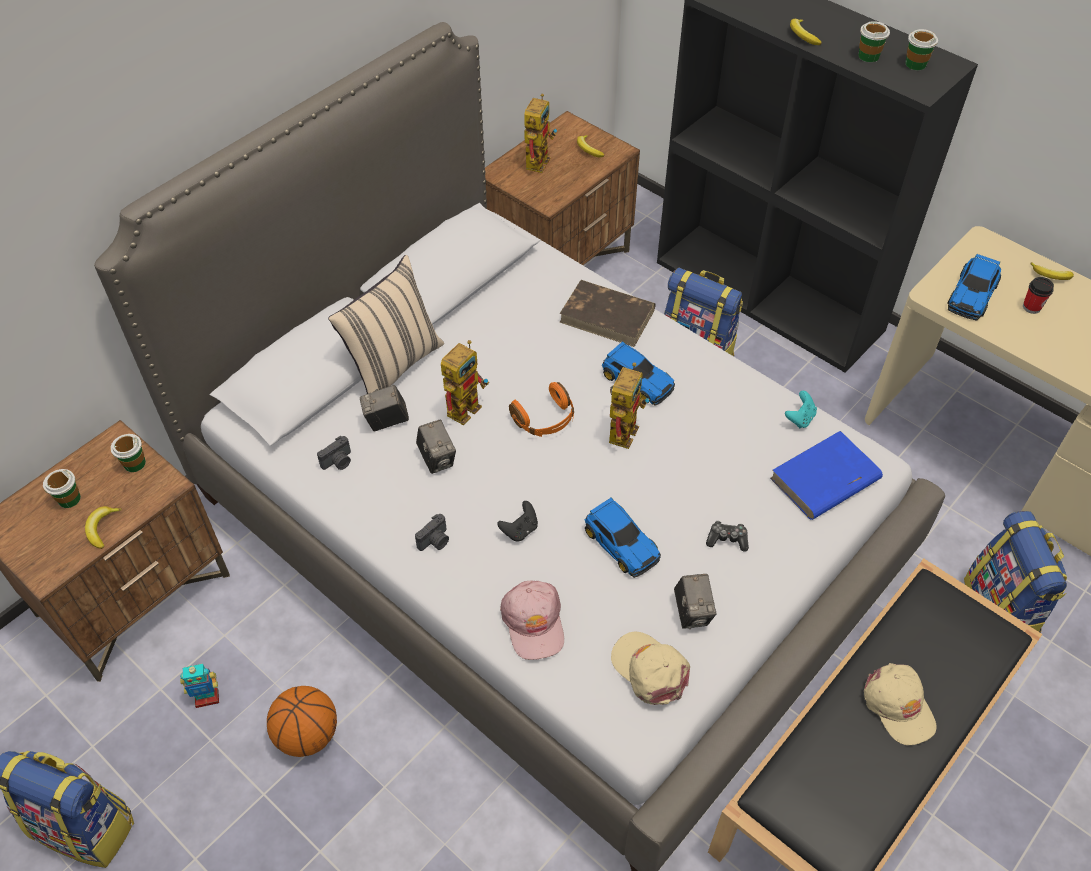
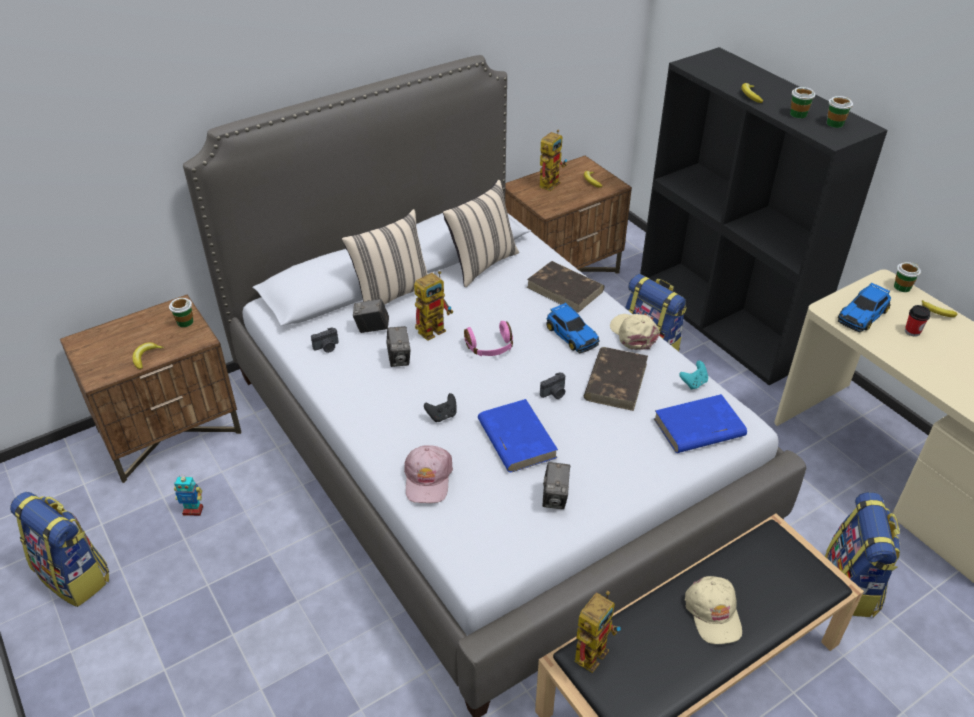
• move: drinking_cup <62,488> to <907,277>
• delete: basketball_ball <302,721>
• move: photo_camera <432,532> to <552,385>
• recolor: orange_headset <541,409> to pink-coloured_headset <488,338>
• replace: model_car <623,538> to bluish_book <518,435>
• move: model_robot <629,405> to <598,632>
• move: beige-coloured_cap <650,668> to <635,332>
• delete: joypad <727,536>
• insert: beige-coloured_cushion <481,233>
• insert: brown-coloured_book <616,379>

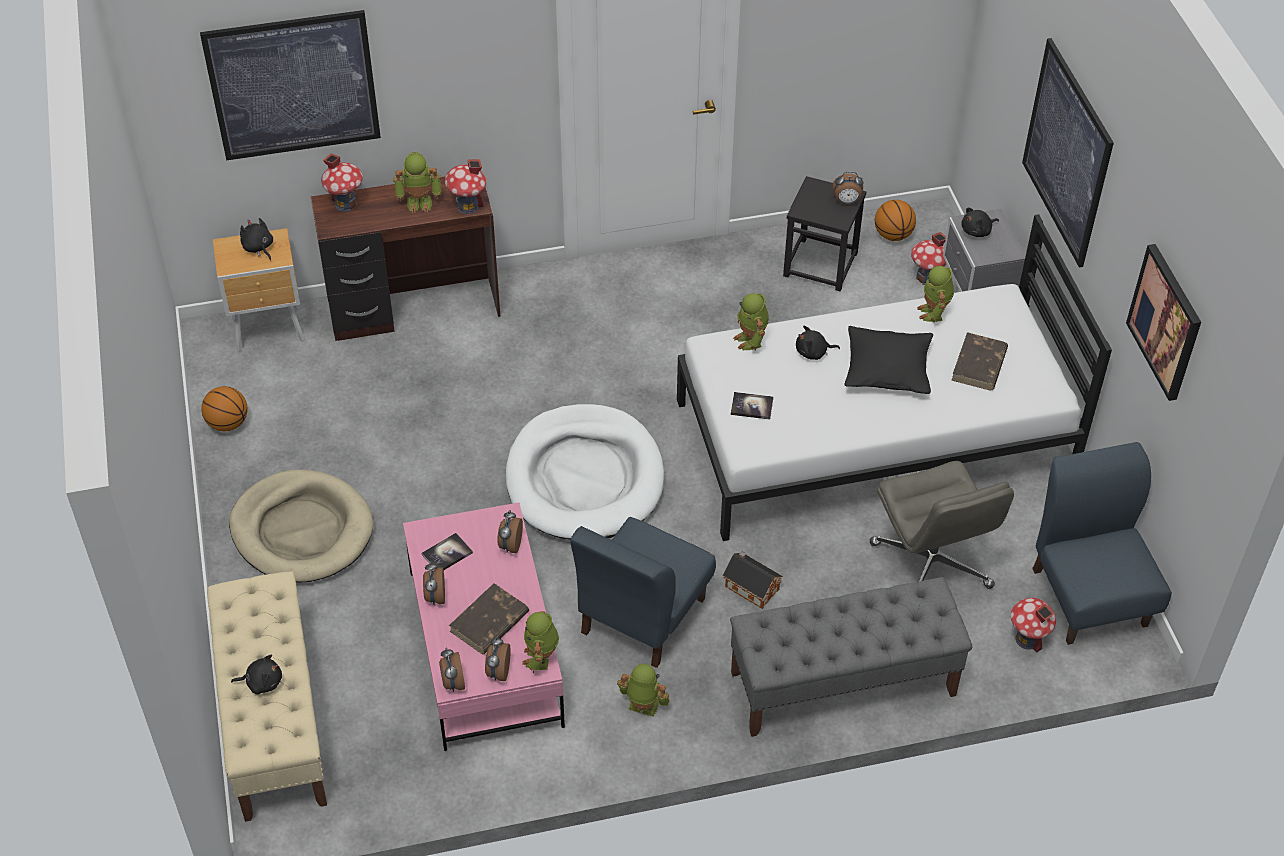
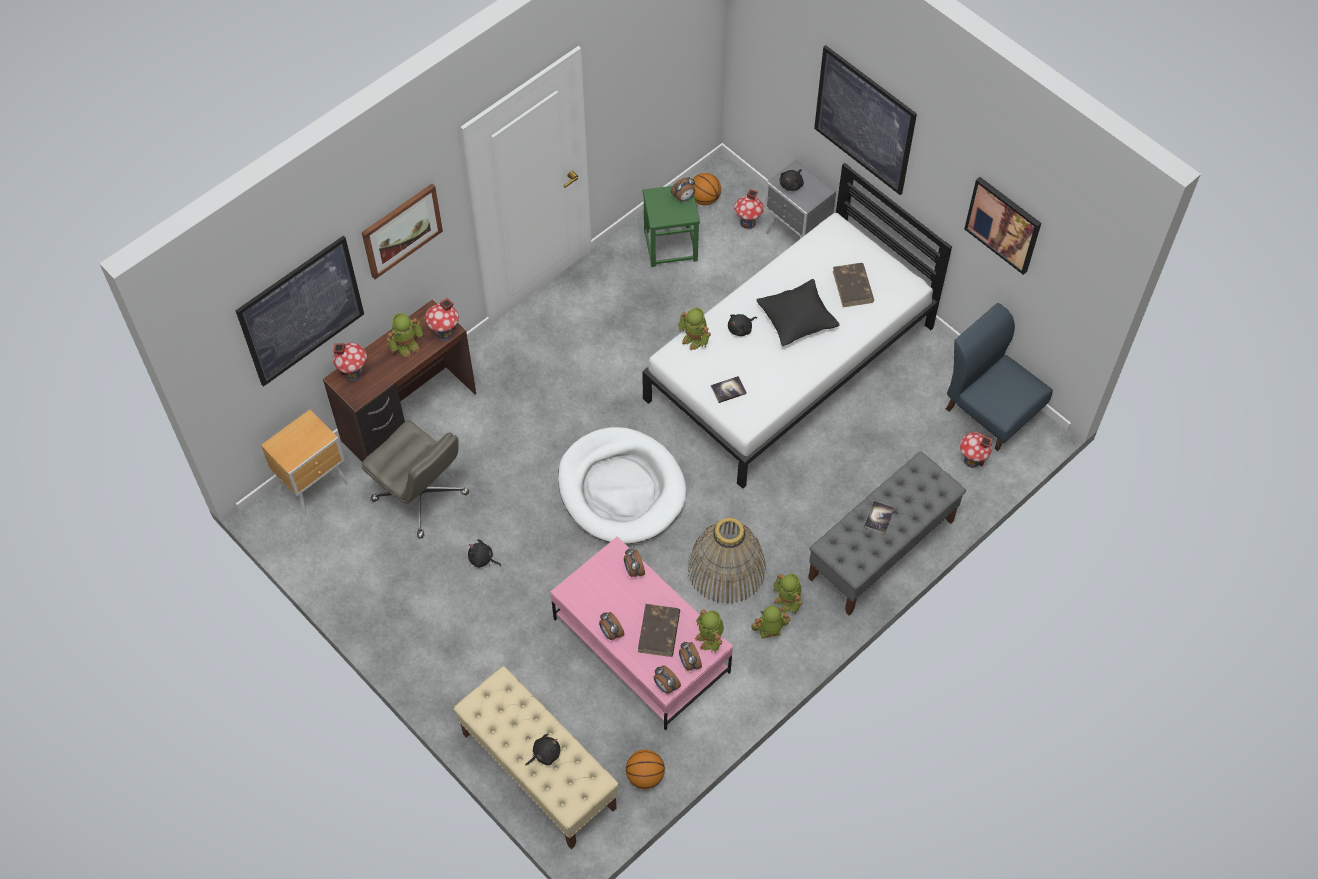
• move: basketball_ball <224,408> to <645,769>
• delete: beige-coloured_dog_bed <301,526>
• move: black-coloured_cuddly_toy <256,239> to <484,553>
• move: book <447,551> to <879,517>
• replace: bluish_upright_chair <643,592> to household_basket <727,561>
• delete: miniature_house <753,580>
• recolor: black-coloured_stool <824,233> to green_stool <671,226>
• move: greyish_desk_chair <942,525> to <415,479>
• move: model_robot <935,294> to <788,593>
• insert: wall_picture <402,231>

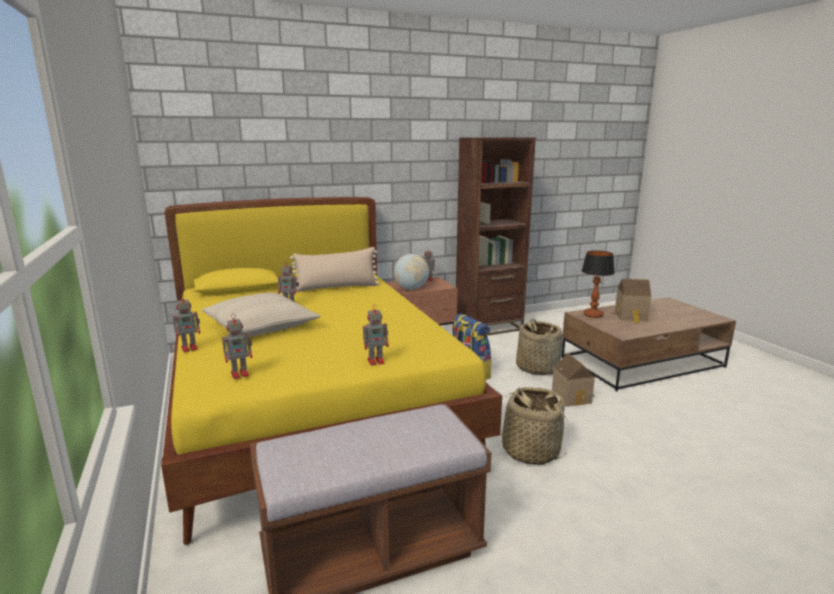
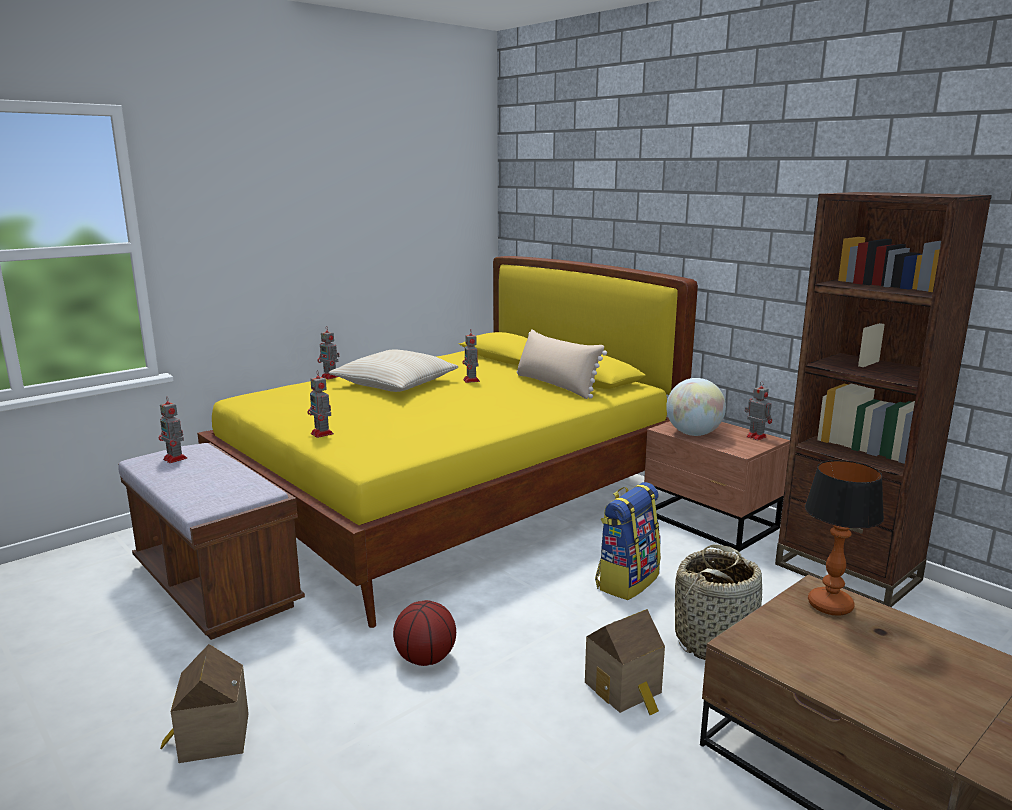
• move: model_robot <237,346> to <173,429>
• replace: household_basket <534,426> to basketball_ball <424,633>
• move: miniature_house <633,301> to <204,703>

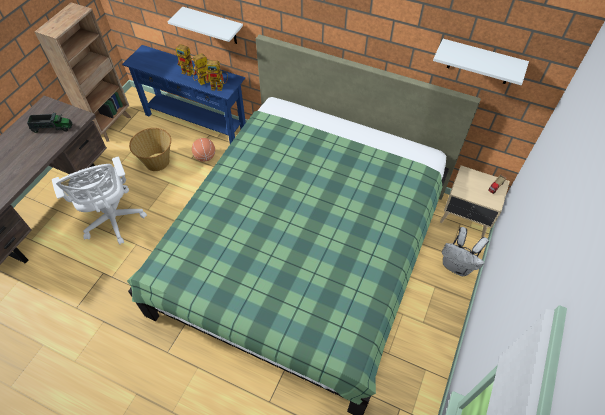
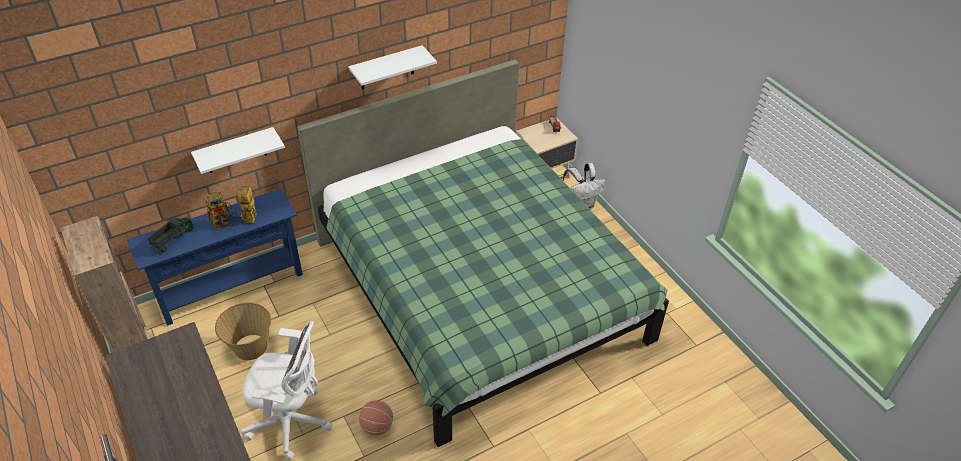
• move: toy_lorry <49,123> to <171,235>
• move: basketball_ball <203,150> to <376,417>
• delete: model_robot <217,75>
• move: white_bracket_shelf <481,62> to <392,67>

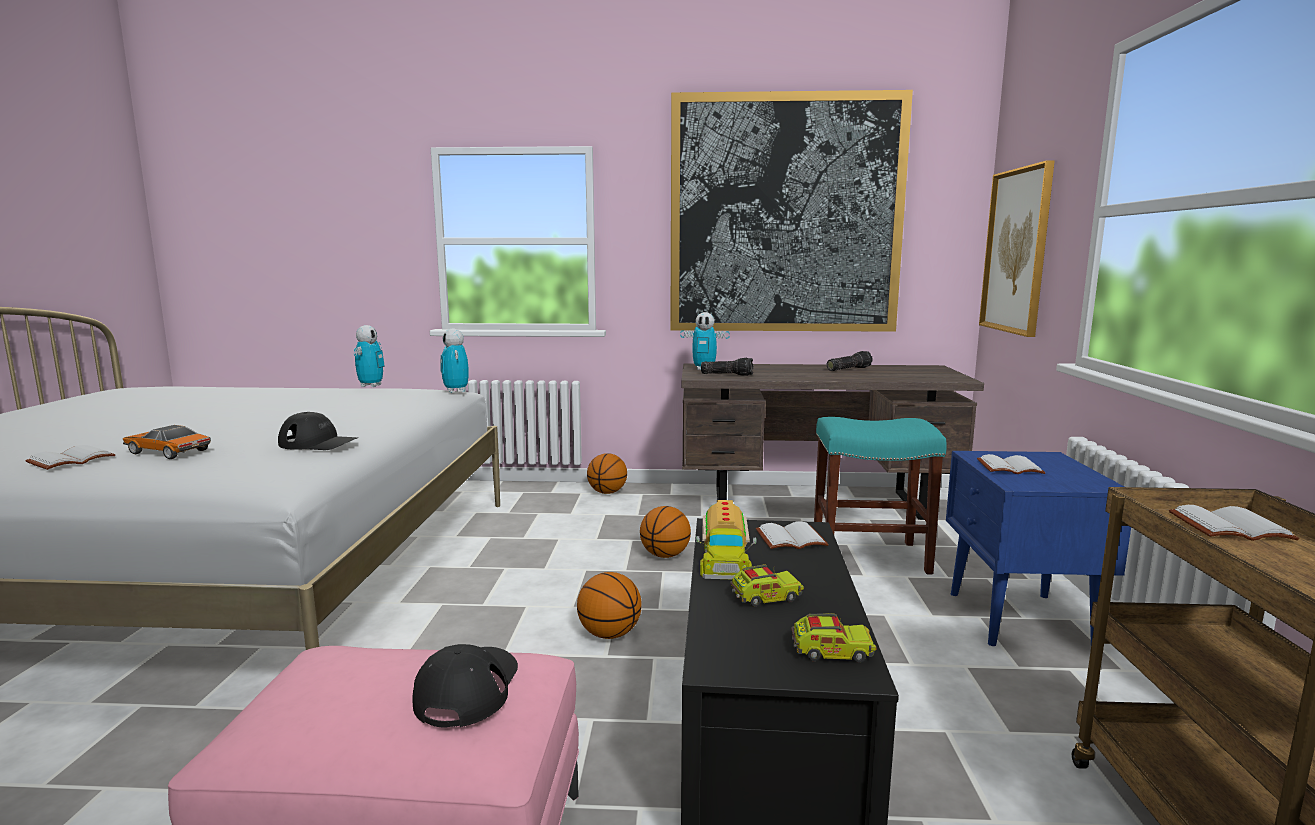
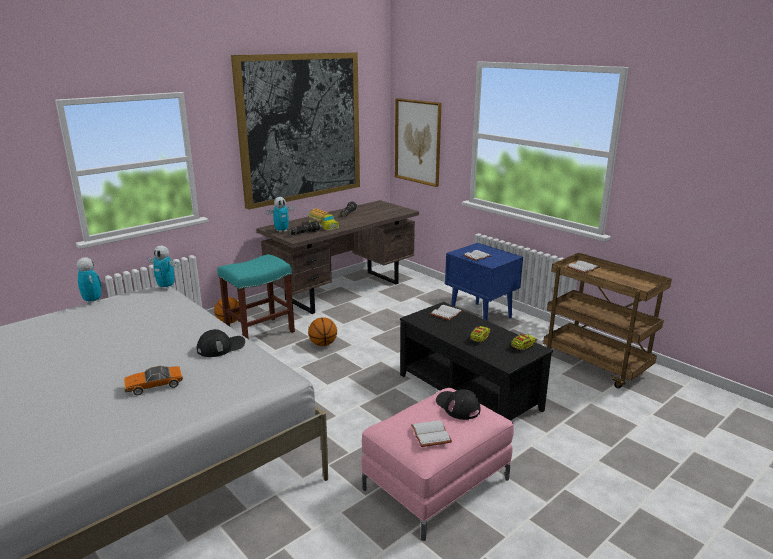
• move: white_book <70,457> to <431,433>
• delete: basketball_ball <609,605>
• move: toy_lorry <726,539> to <323,219>
• move: turquoise-coloured_stool <880,495> to <256,296>

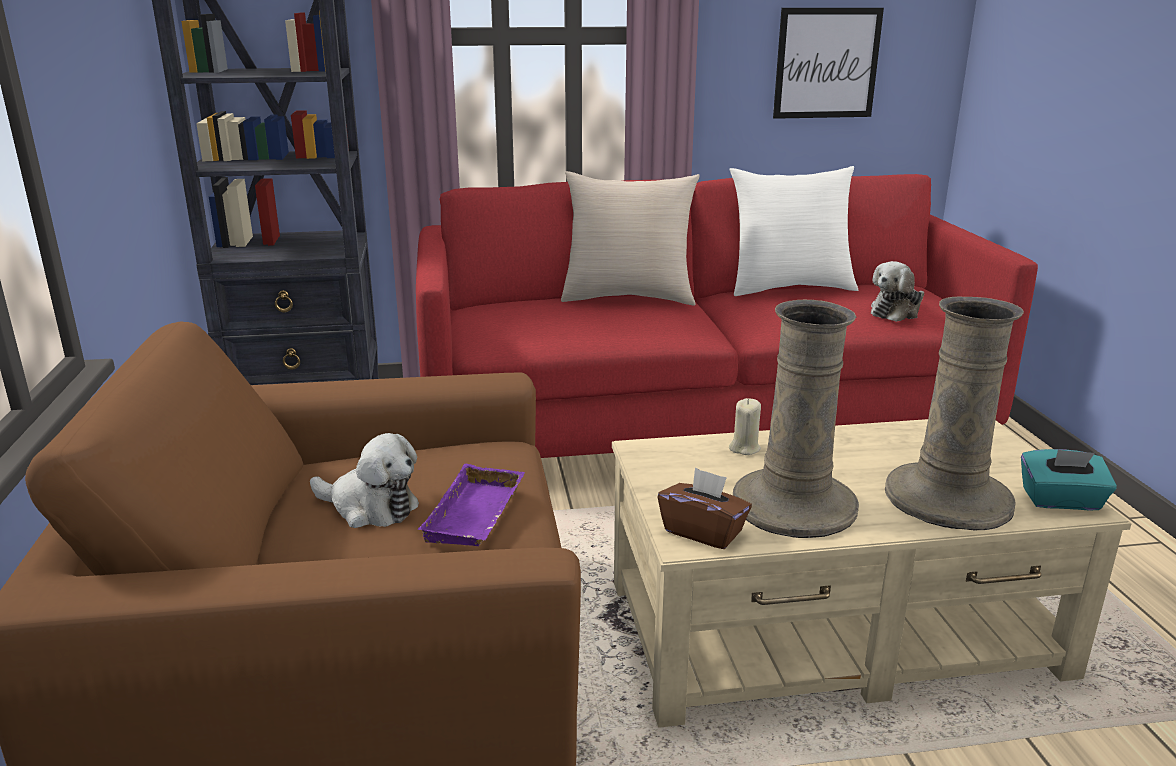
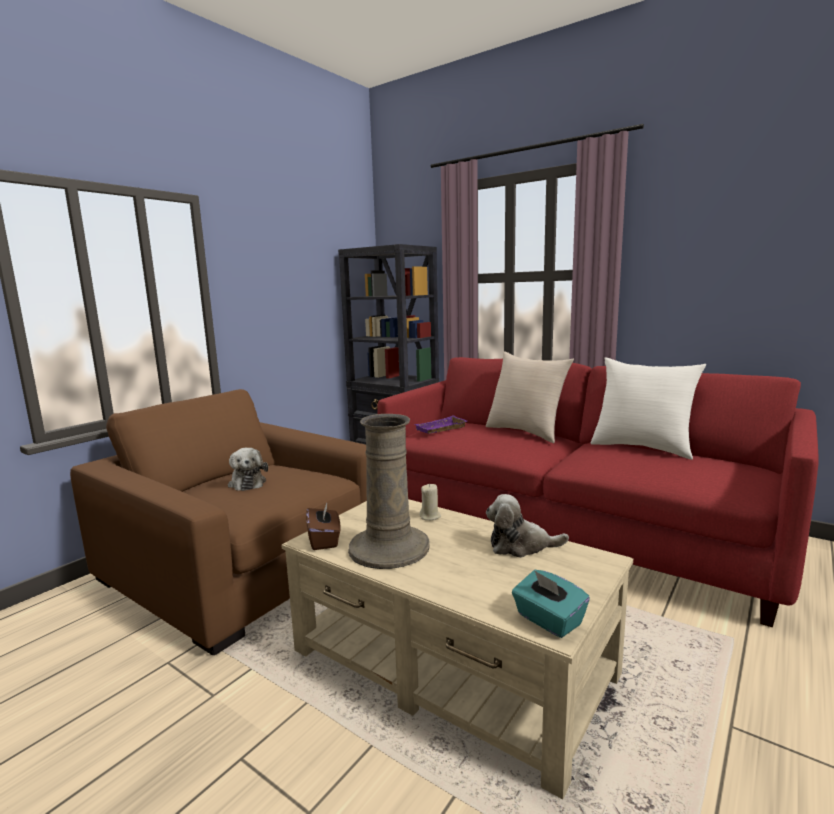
• move: purple-coloured_carrying_tray <471,505> to <441,424>
• delete: wall_picture <828,63>
• move: cuddly_toy <897,291> to <527,526>
• delete: beige-coloured_vase <954,413>

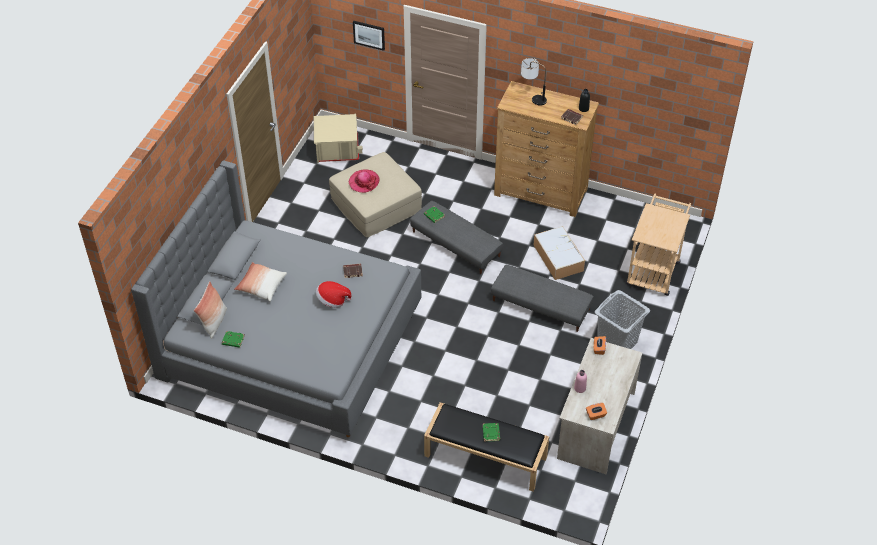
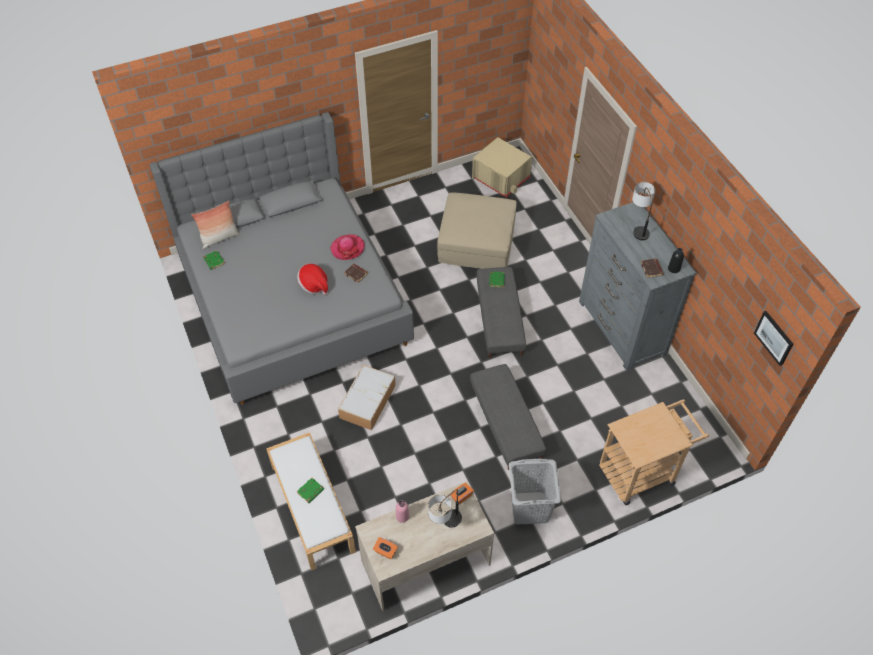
• delete: cushion <260,282>
• move: wearable_hat <364,181> to <347,247>
• move: wall_picture <369,36> to <773,338>
• recolor: black-coloured_long_seat <486,447> to white_long_seat <311,501>
• recolor: brown-coloured_drawer_chest <546,149> to greyish_drawer_chest <638,286>
• move: storage_box <559,253> to <367,397>
• insert: table_lamp <445,509>

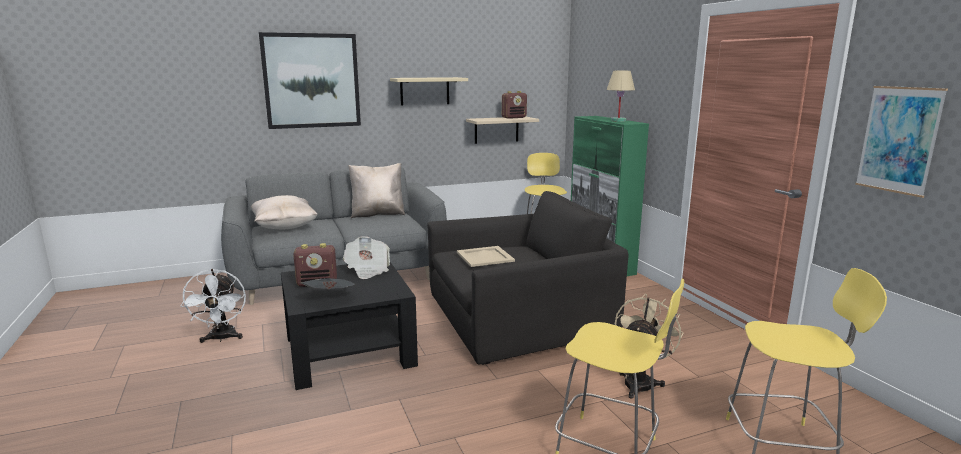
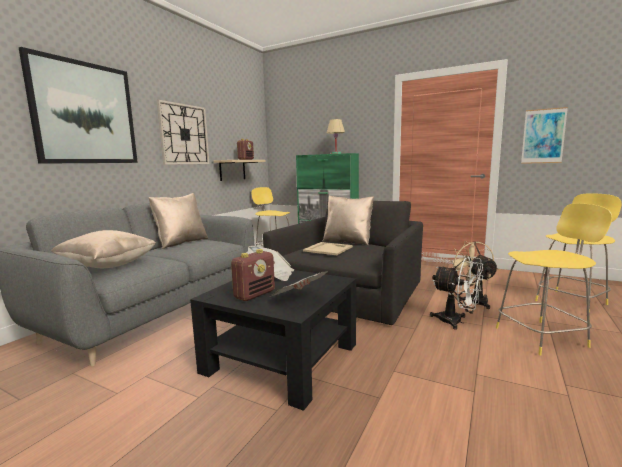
• move: white_electric_fan <213,306> to <456,293>
• replace: beige-coloured_bracket_shelf <429,91> to clock_on_the_wall <183,132>
• insert: beige-coloured_cushion <348,220>

